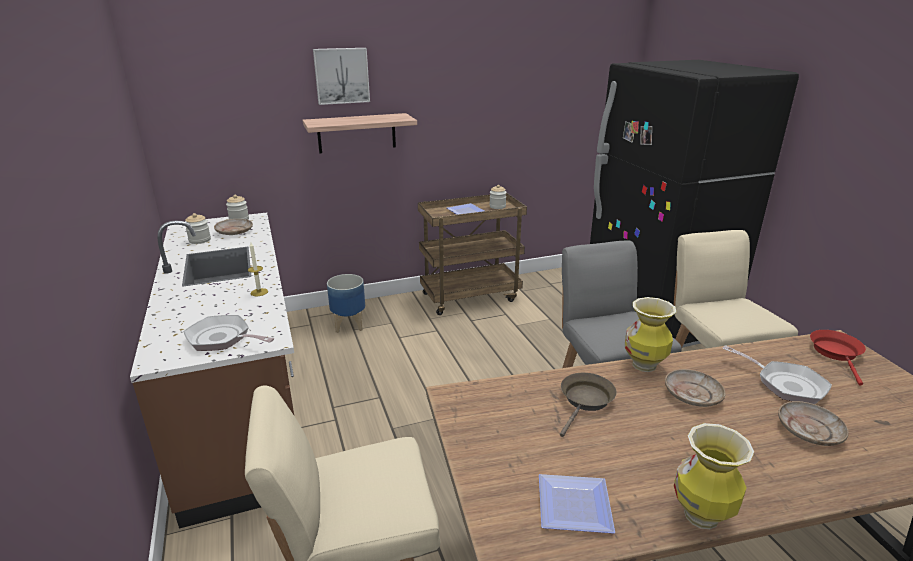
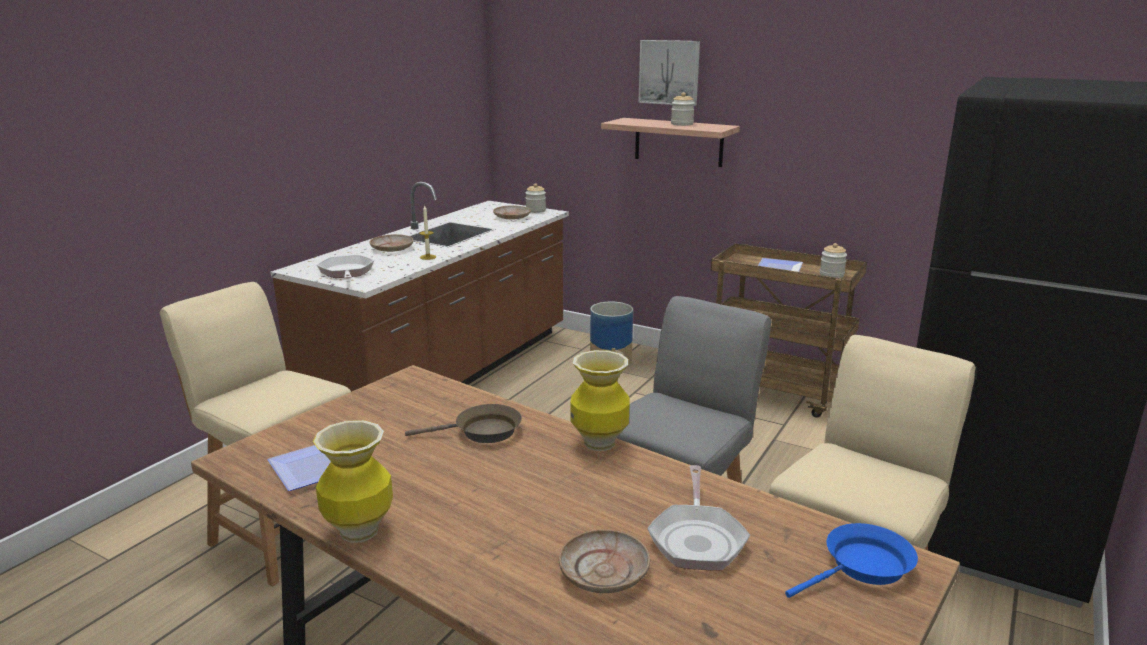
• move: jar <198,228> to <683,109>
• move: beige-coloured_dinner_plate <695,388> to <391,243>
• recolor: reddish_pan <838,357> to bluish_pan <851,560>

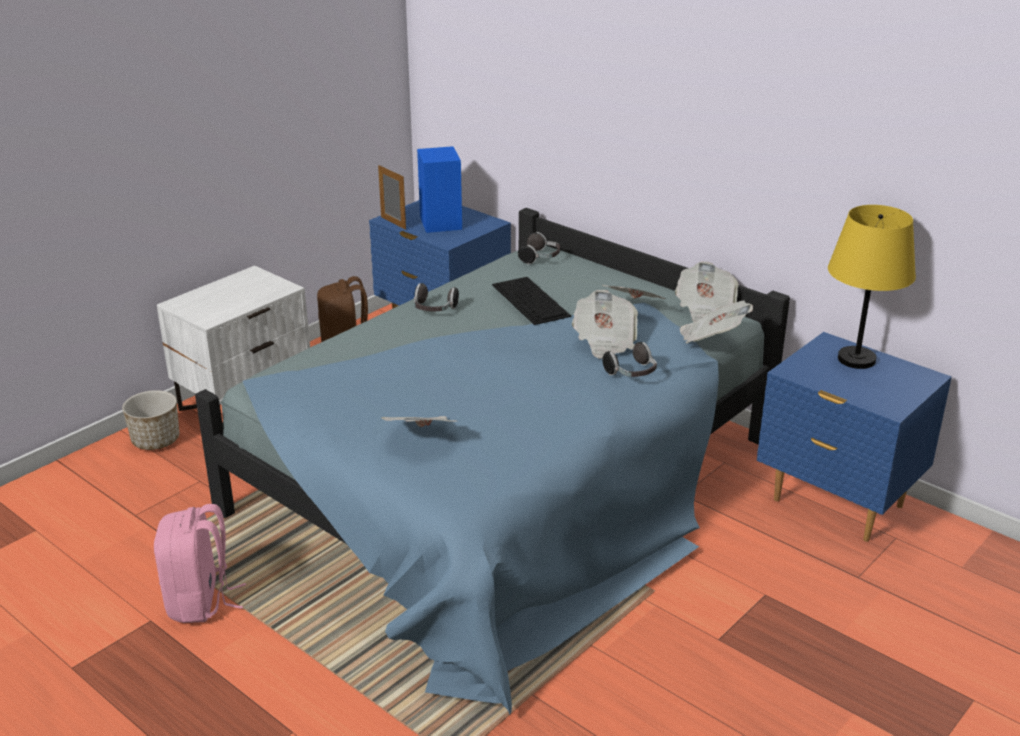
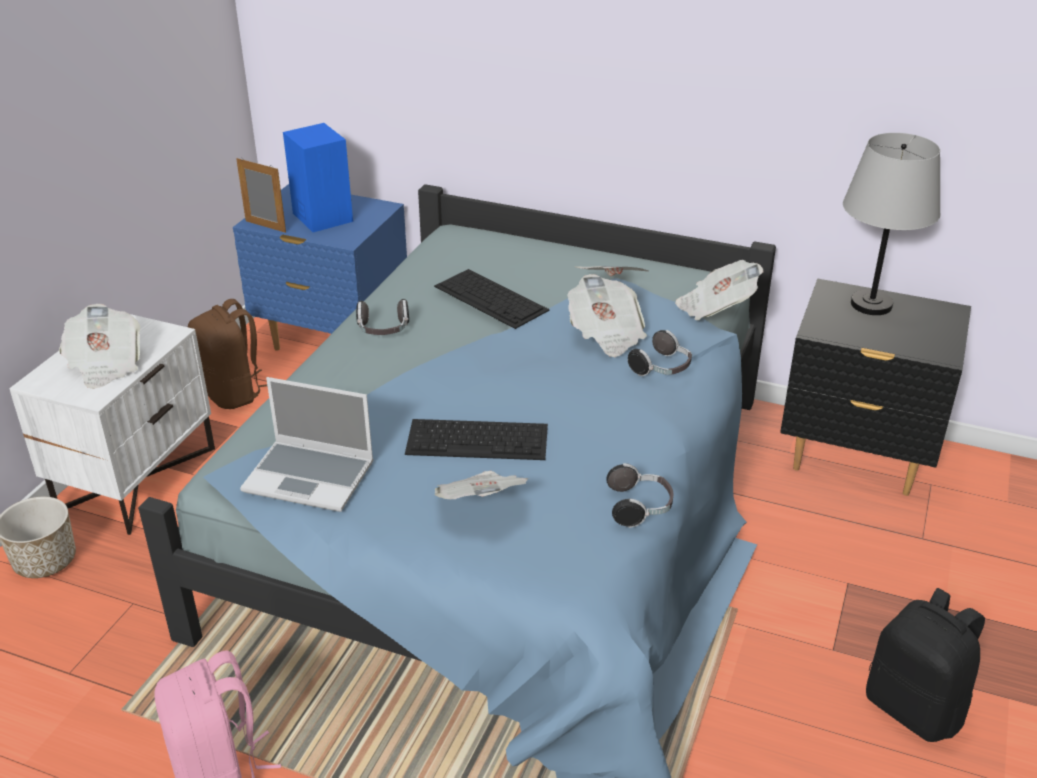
• move: headset <539,248> to <639,495>
• move: newspaper <707,292> to <99,346>
• recolor: bluish_nightstand <854,437> to black-coloured_nightstand <875,387>
• recolor: yellowish_table_lamp <872,287> to greyish_table_lamp <891,224>
• insert: laptop <307,444>
• insert: PC_keyboard <476,439>
• insert: black-coloured_knapsack <925,665>

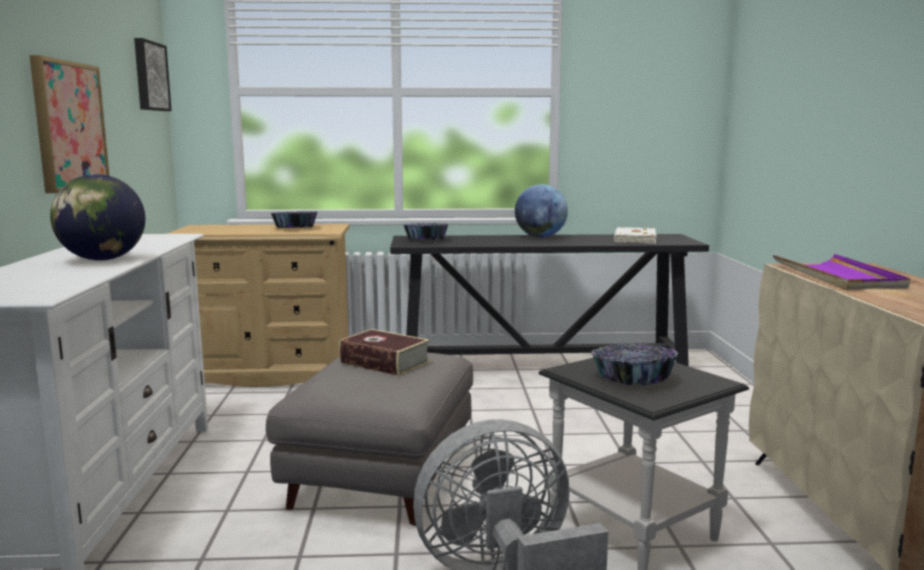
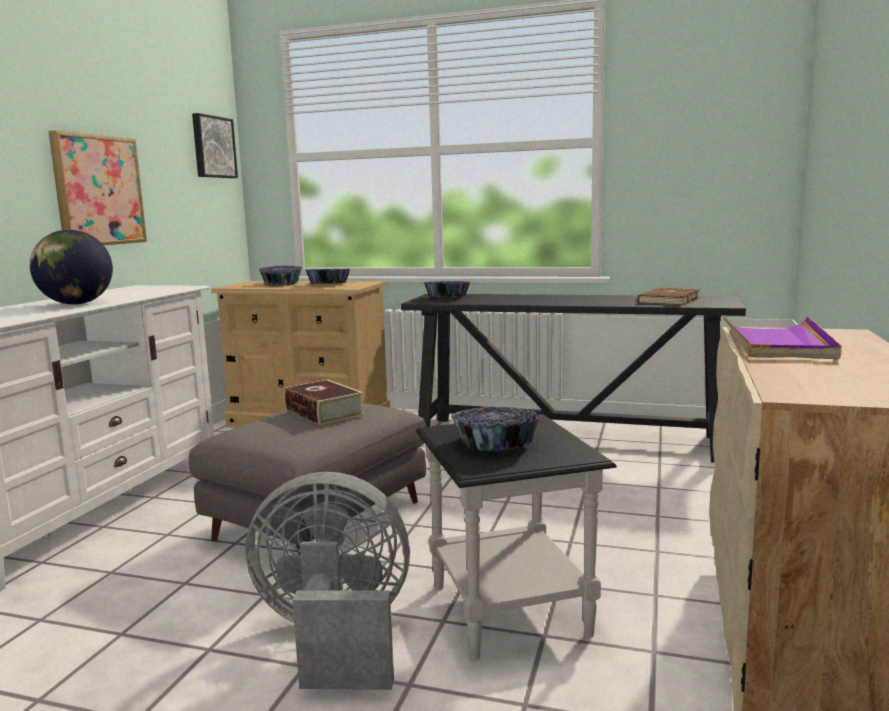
• delete: world_globe <541,210>
• recolor: white_book <635,235> to brown-coloured_book <669,296>
• insert: bowl <280,276>

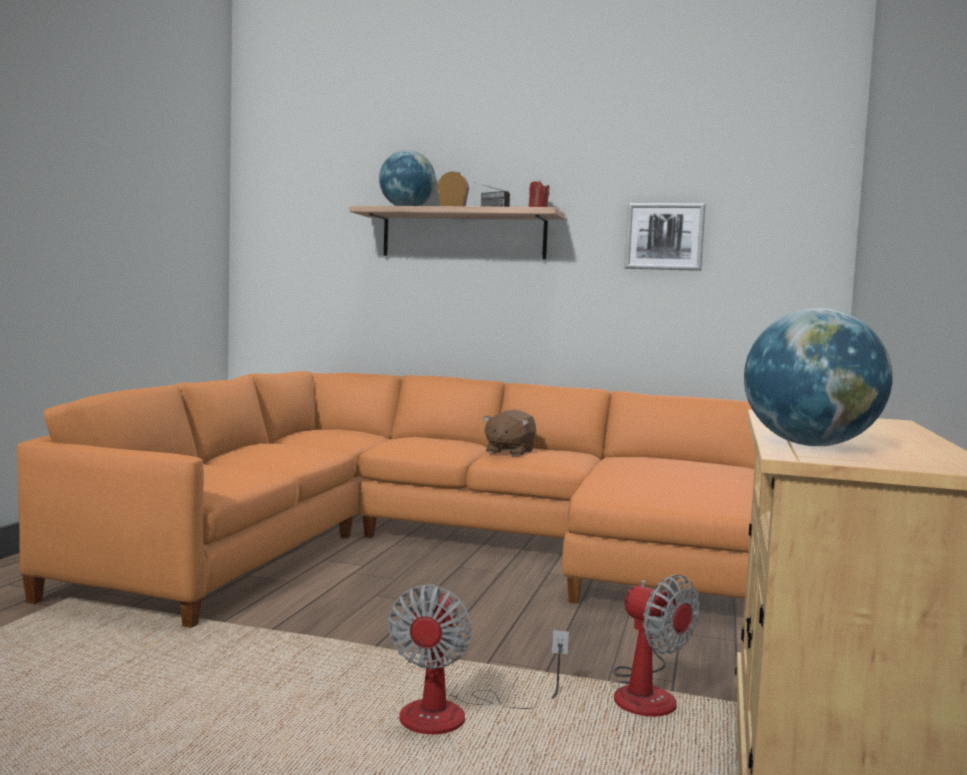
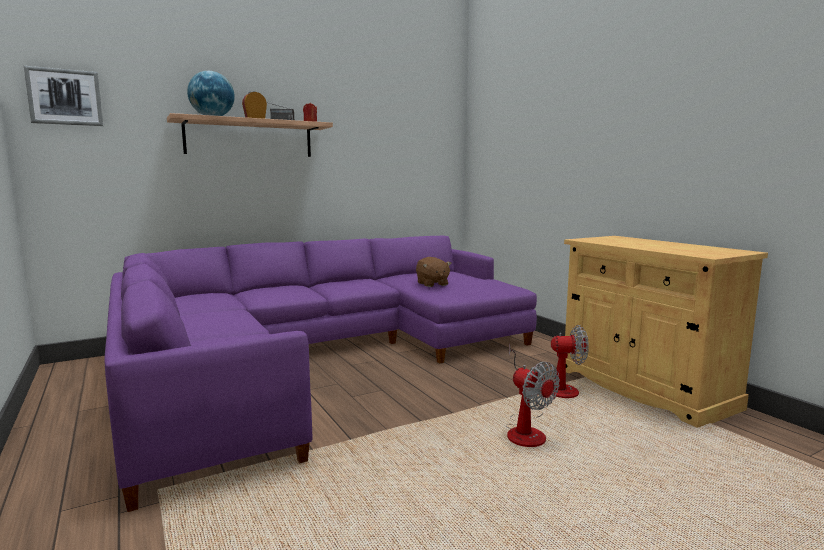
• recolor: orange_couch <386,499> to purple-coloured_couch <320,374>
• move: brown-coloured_cuddly_toy <509,433> to <433,272>
• move: wall_picture <665,237> to <63,96>
• delete: world_globe <818,377>

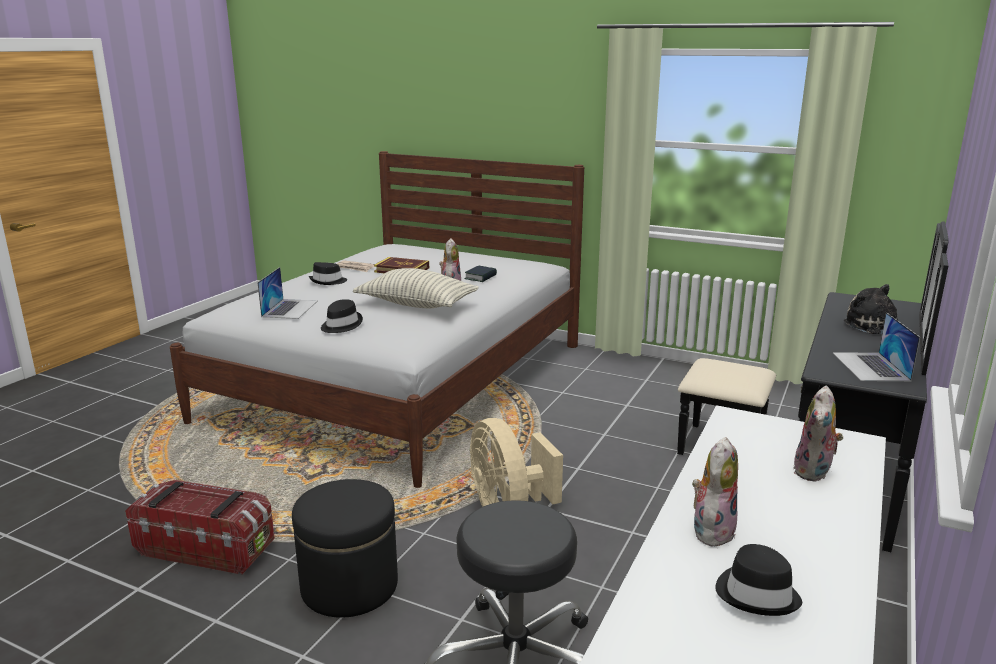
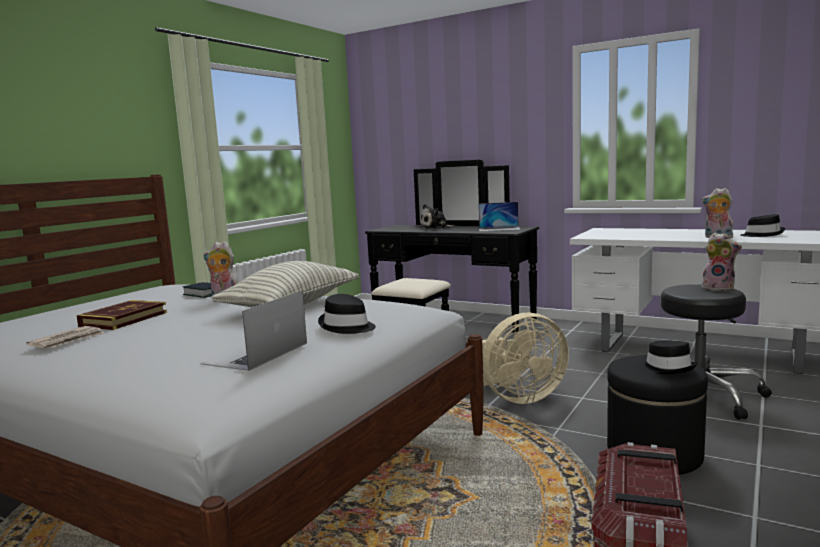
• rotate: laptop <287,293> = <253,330> 75 degrees counterclockwise
• move: black-coloured_wearable_hat <328,273> to <668,357>
• move: cuddly_toy <818,434> to <722,262>

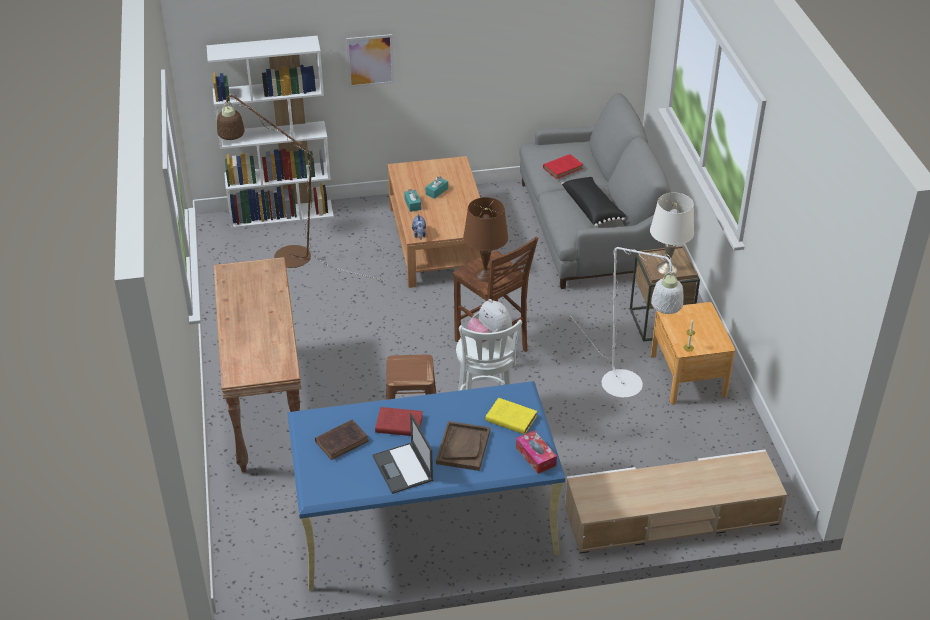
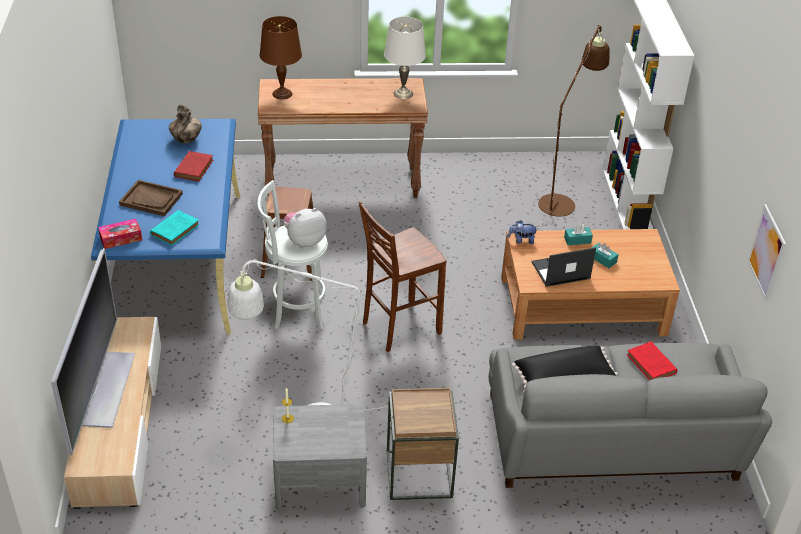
• replace: brown-coloured_book <341,439> to vase <185,124>
• move: wall_picture <370,61> to <766,252>
• move: laptop <402,453> to <563,267>
• move: brown-coloured_table_lamp <485,239> to <281,57>
• recolor: yellowish_book <511,416> to turquoise-coloured_book <174,228>
• move: white_table_lamp <672,233> to <405,57>
• recolor: brown-coloured_nightstand <693,353> to greyish_nightstand <320,457>
• insert: TV <93,351>

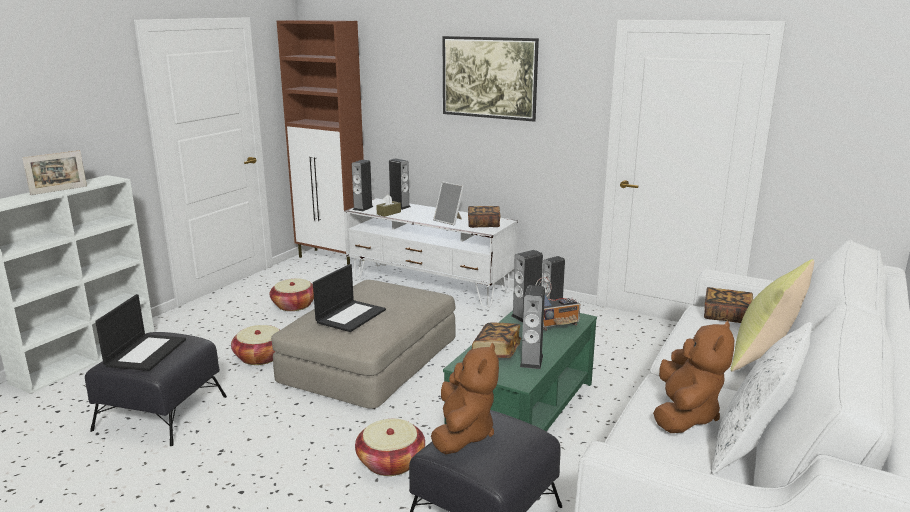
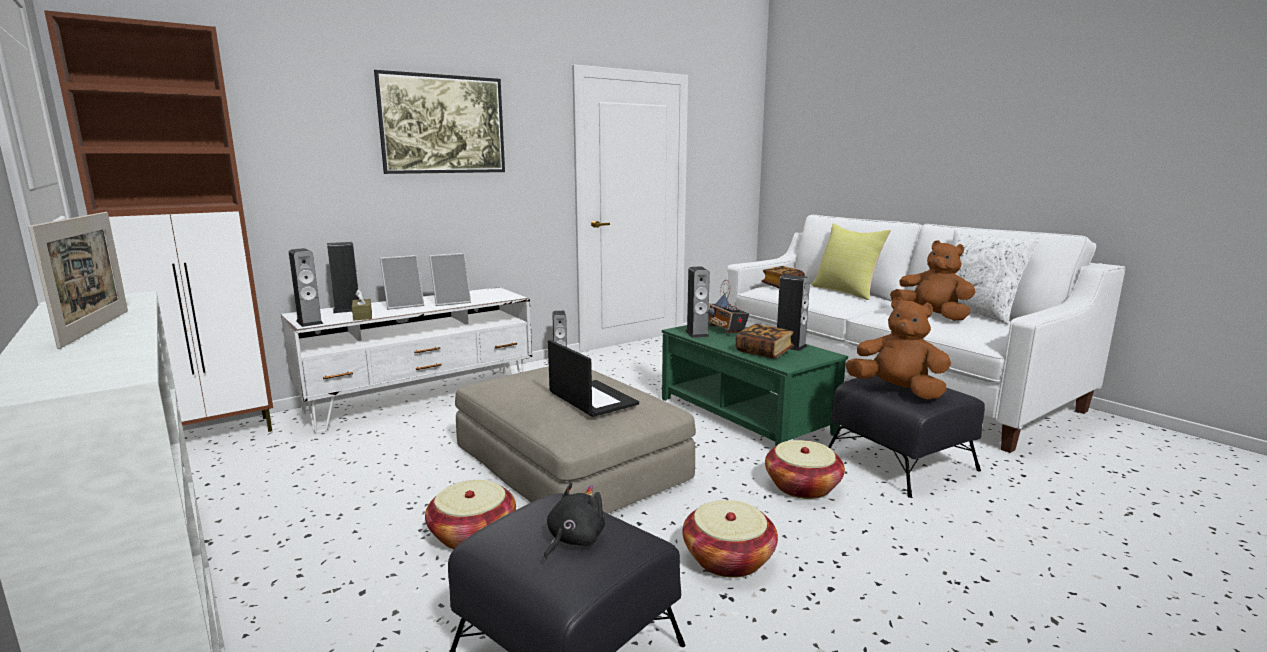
• replace: laptop <140,332> to black-coloured_cuddly_toy <574,521>
• move: household_basket <292,294> to <730,539>
• delete: book <484,217>
• rotate: radio_receiver <557,304> = <728,306> 150 degrees clockwise
• insert: picture_frame <402,282>

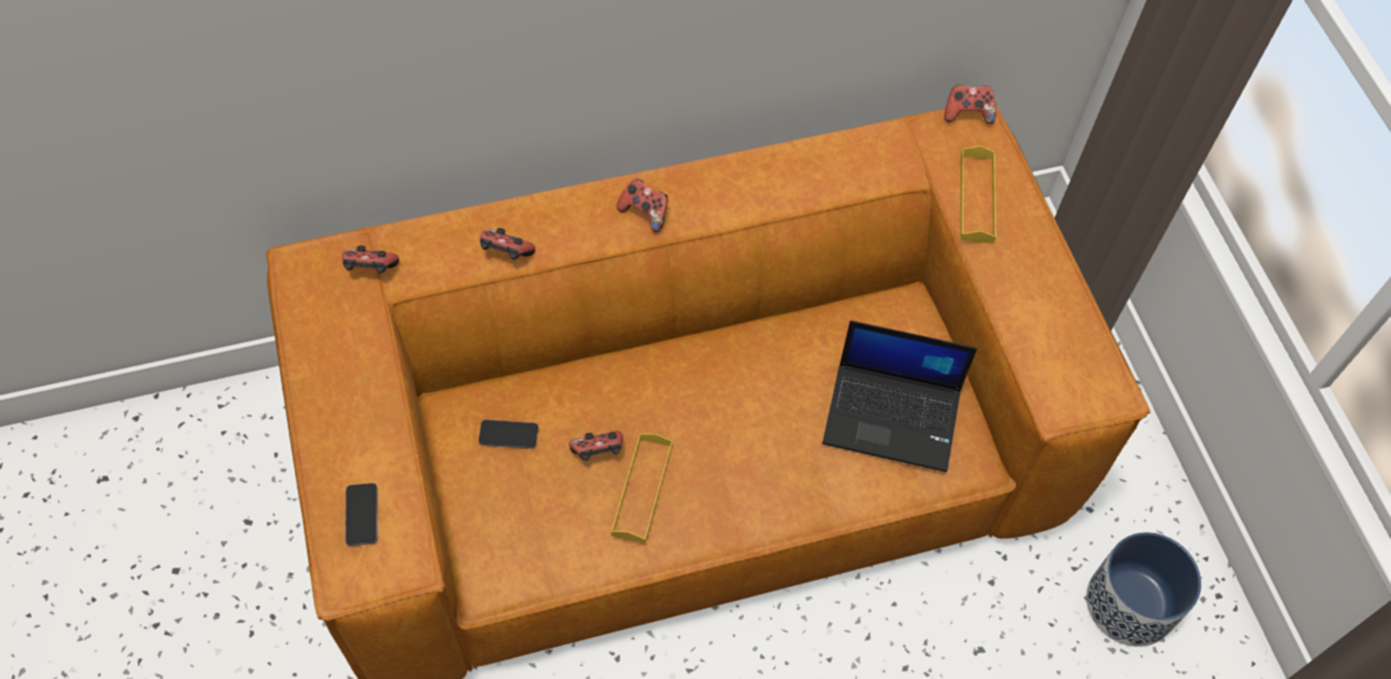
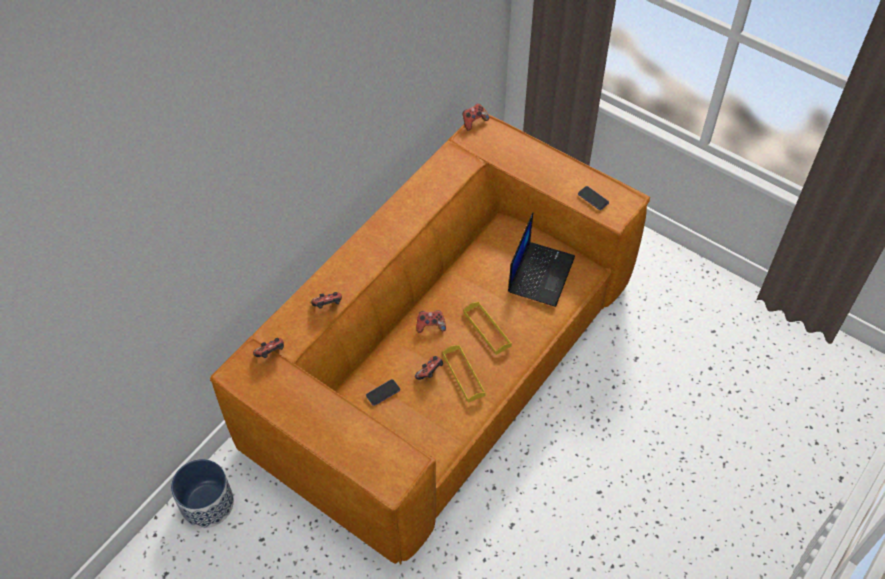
• move: handset <361,514> to <593,198>
• move: joypad <642,205> to <431,321>
• rotate: laptop <899,396> = <541,260> 45 degrees counterclockwise
• move: yellowish_carrying_tray <978,195> to <488,328>
• move: flower_pot <1143,589> to <202,493>

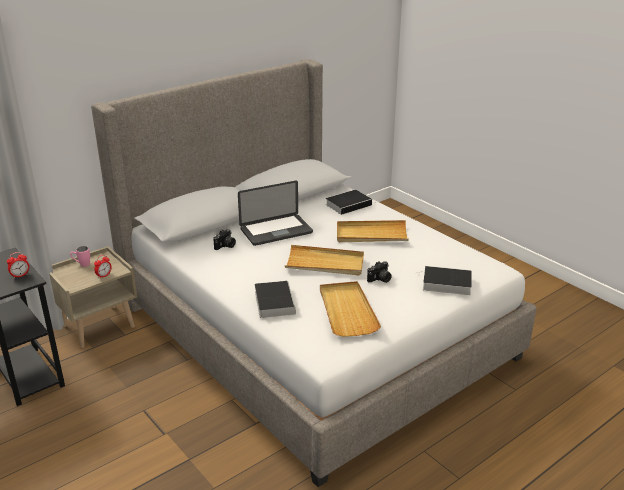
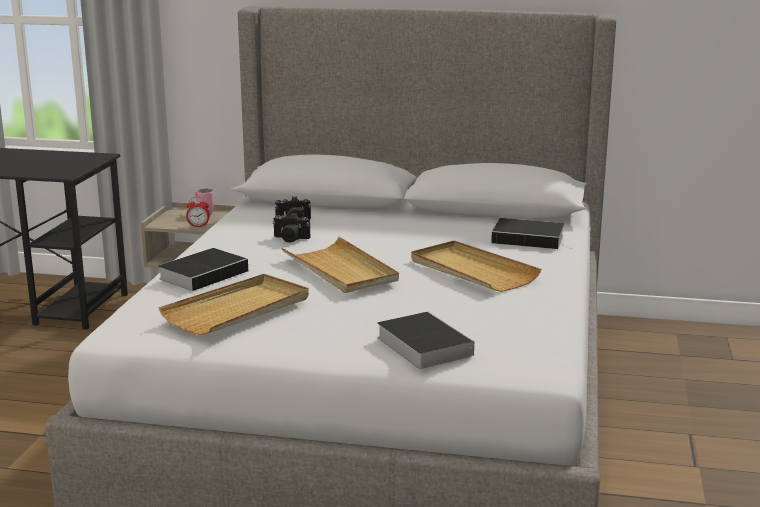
• delete: alarm_clock <18,265>
• delete: laptop <275,213>
• move: photo_camera <379,272> to <291,228>

